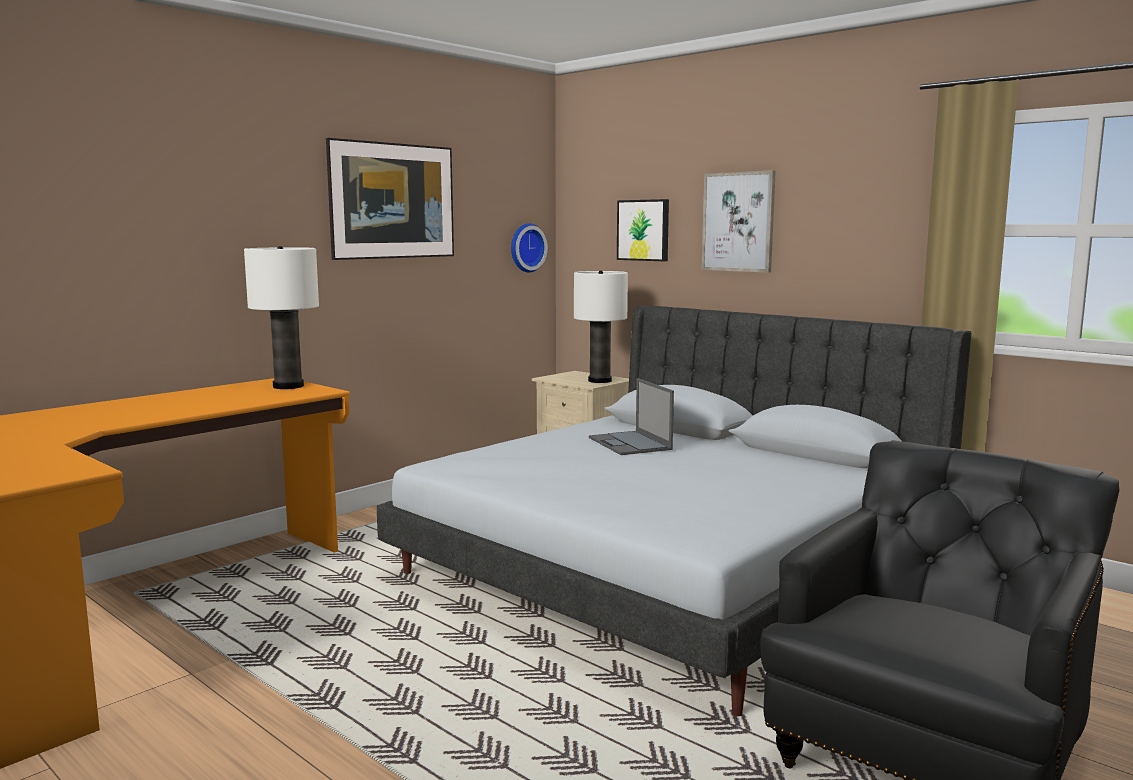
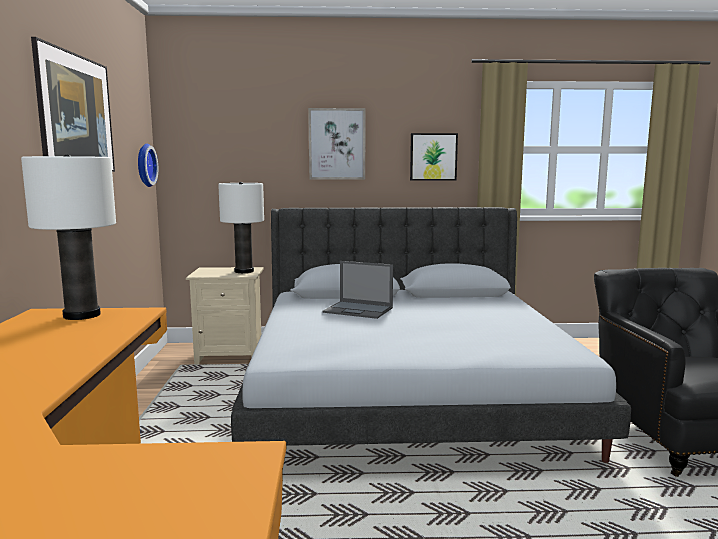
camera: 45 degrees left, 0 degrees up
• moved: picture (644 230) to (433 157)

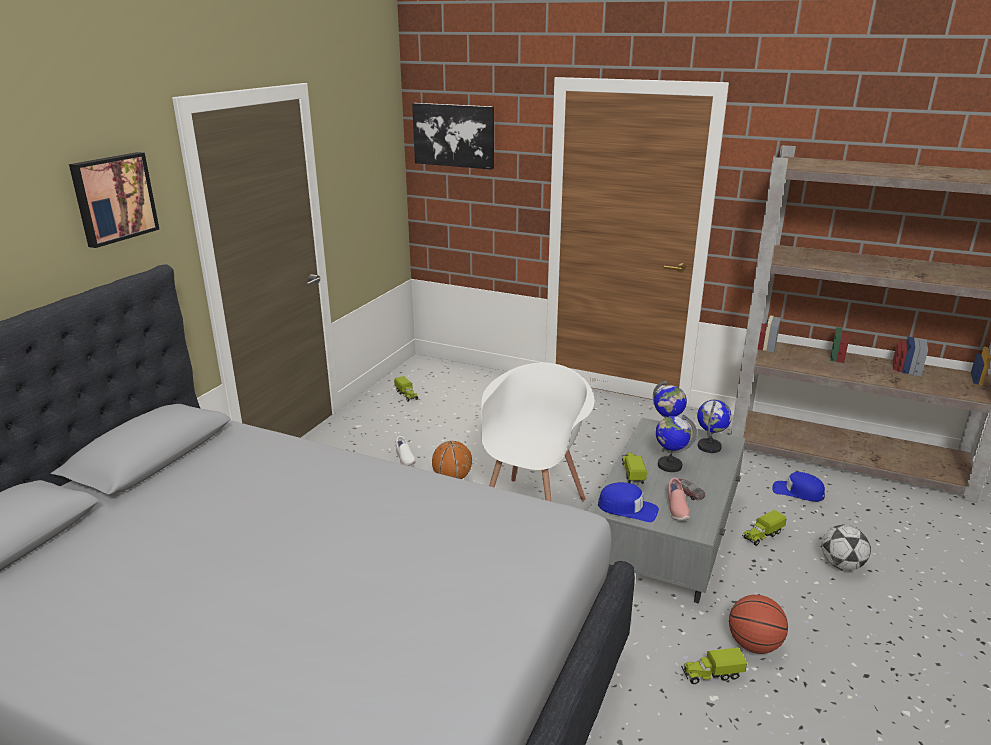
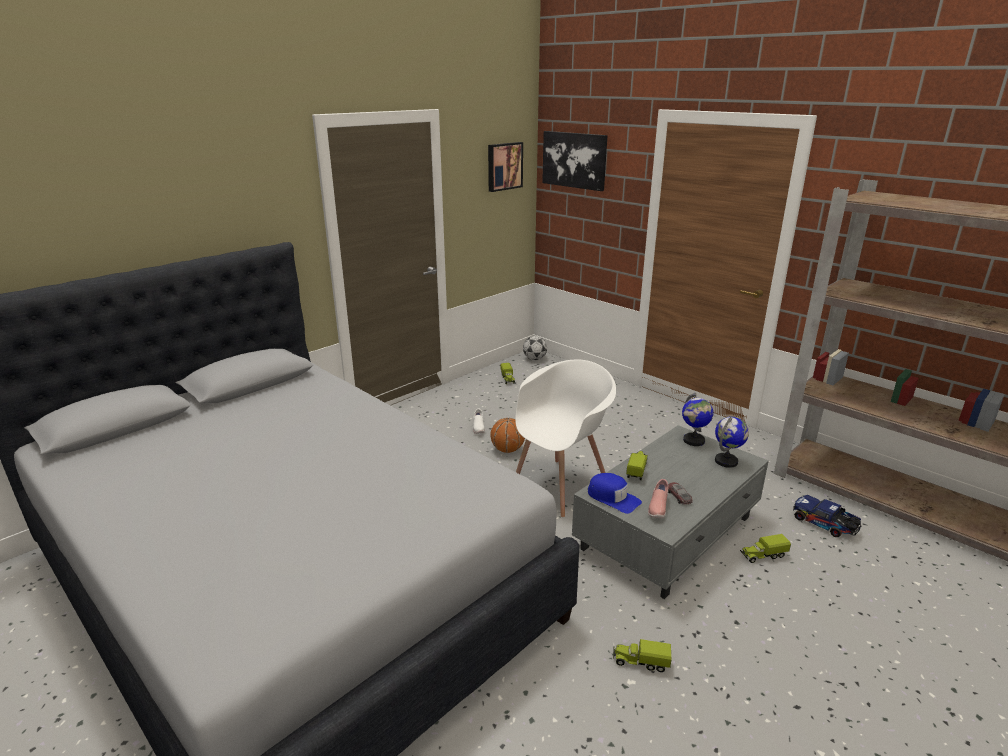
camera: 20 degrees right, 0 degrees up
• moved: picture (113 198) to (504 166)
• moved: football (841 565) to (534 359)
• replaced: cap/blue (797 492) to toy truck (825 524)
• removed: globe (669 465)
• removed: basketball (754 644)

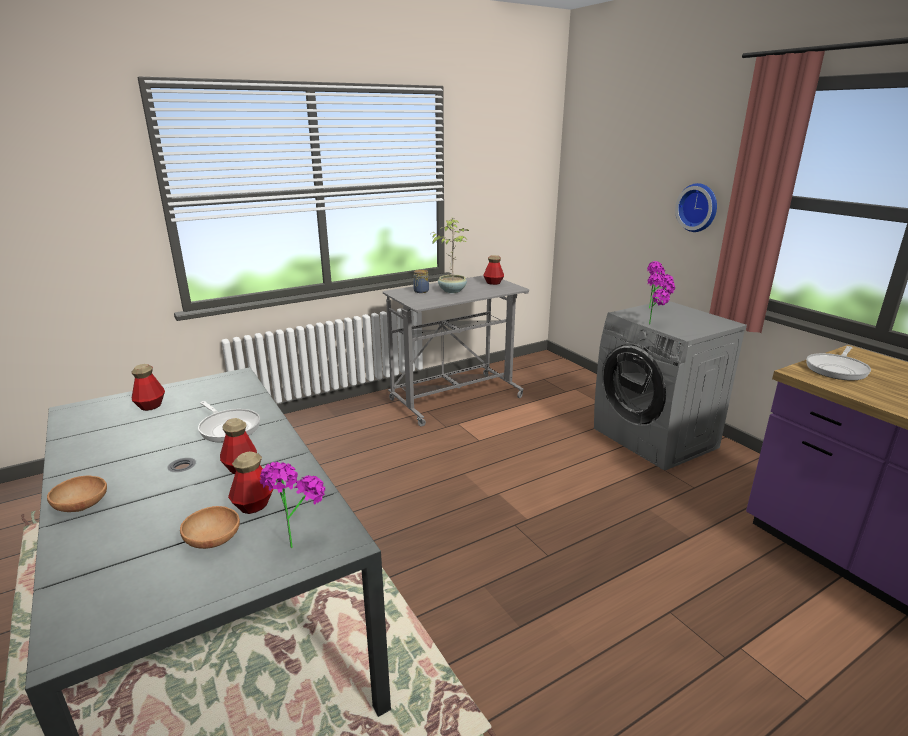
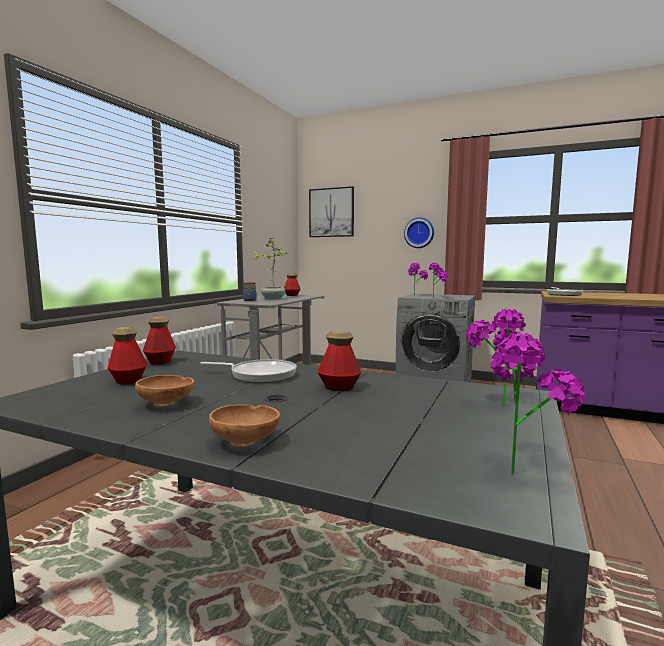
camera: 35 degrees left, 15 degrees down
• moved: bowl/brown (214 542) to (167 404)
• moved: bottle (254 505) to (160 362)
• added: picture (331 212)
• added: potted plant (521 468)

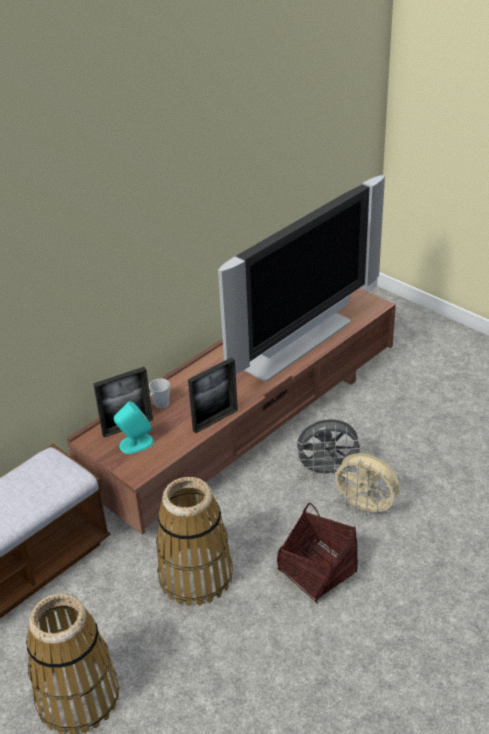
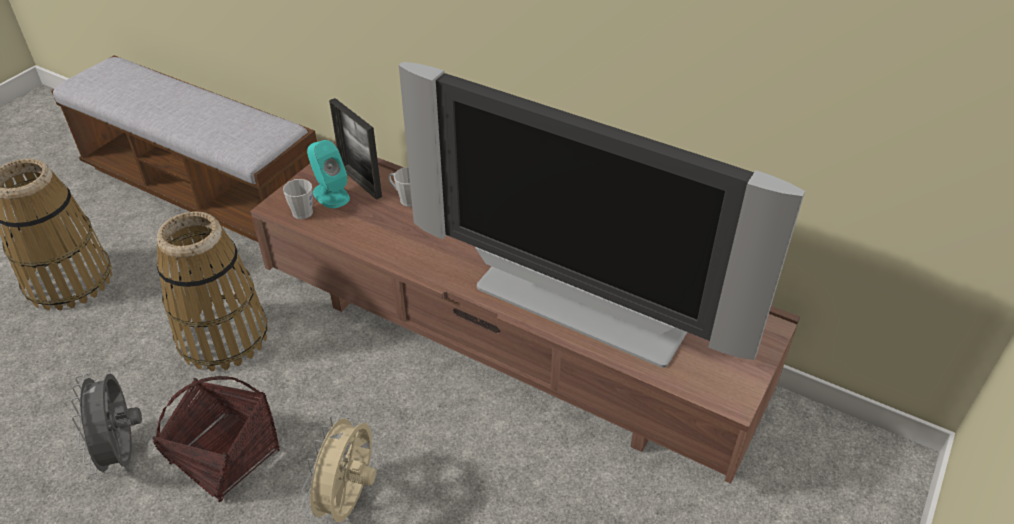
camera: 75 degrees right, 5 degrees up
• moved: fan/grey (328 471) to (123 453)
• added: mug/grey (302 210)
• removed: picture frame (215 420)

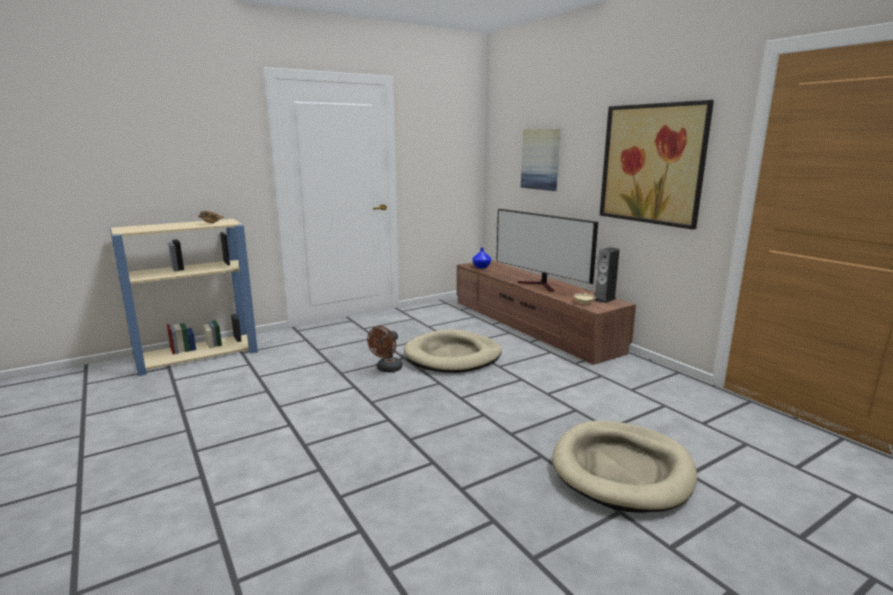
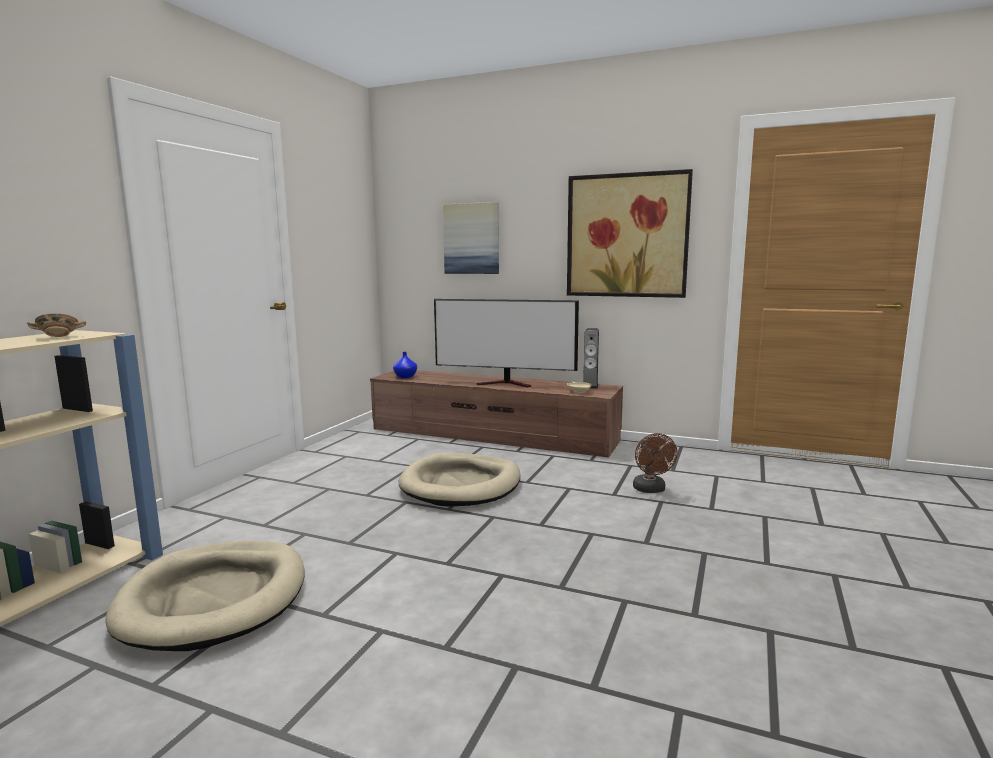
camera: 35 degrees left, 5 degrees down
• moved: dog bed/beige (622 469) to (215 599)
• moved: fan/brown (387 369) to (651 490)

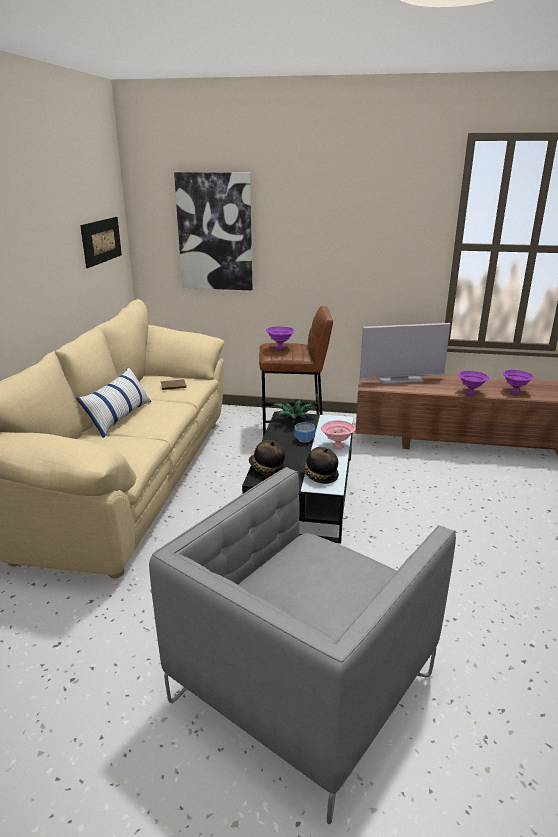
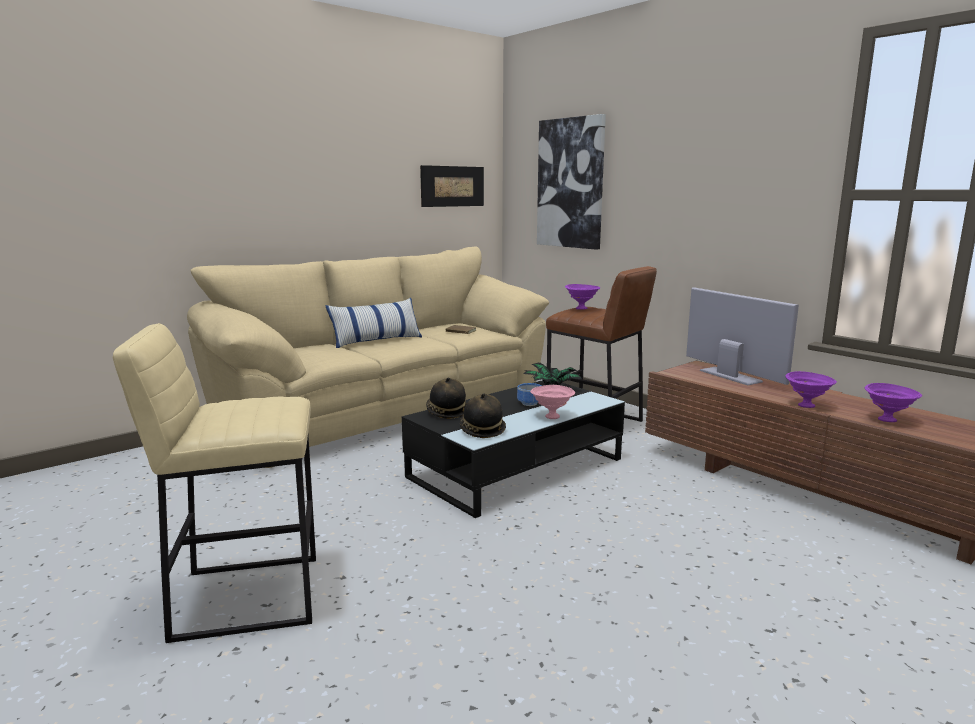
camera: 40 degrees right, 10 degrees down
• replaced: armchair/grey (303 687) to stool/beige (245 597)
• turned: television (400 379) = (730 376) 150 degrees counterclockwise

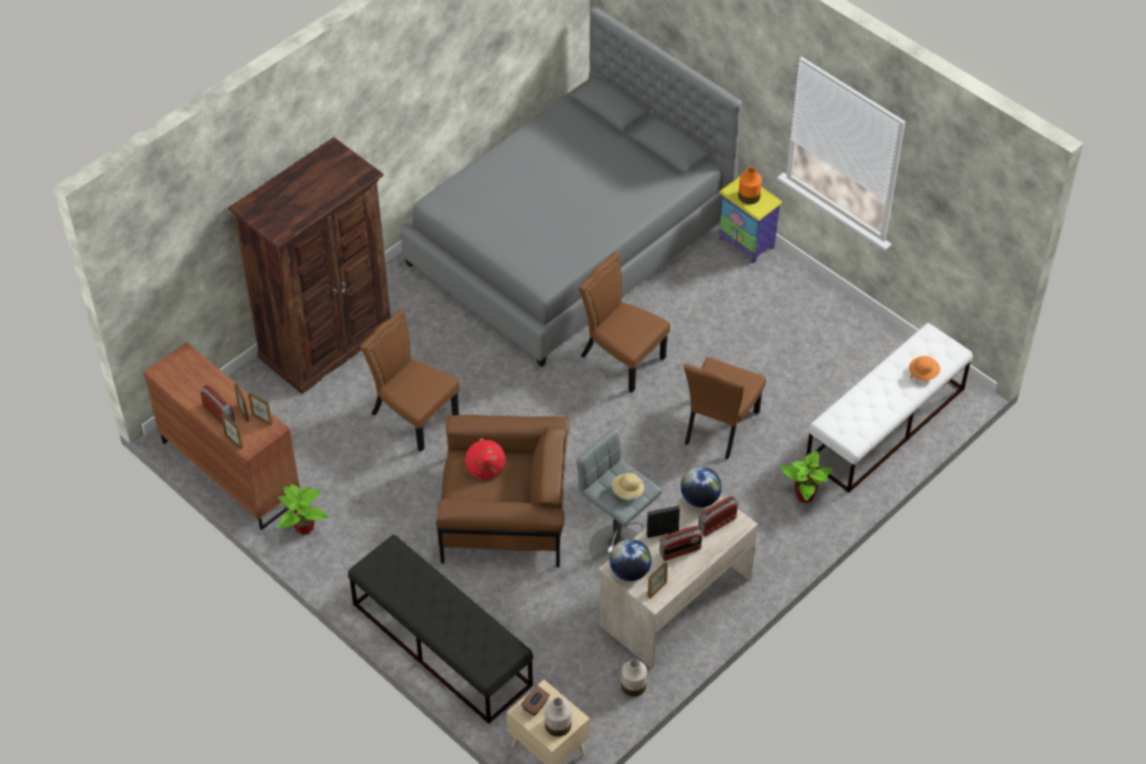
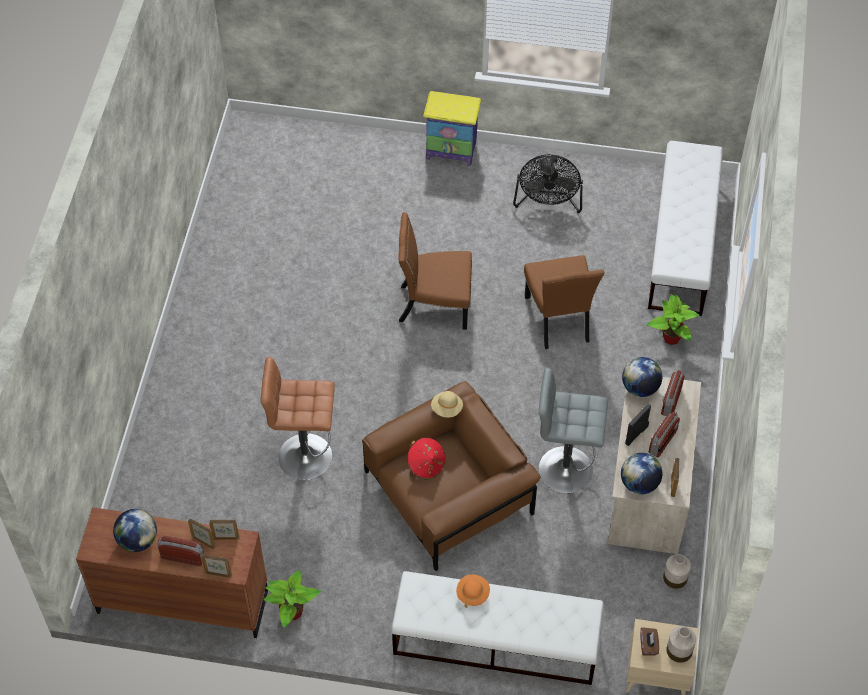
camera: 35 degrees left, 5 degrees up
• added: globe (138 540)
• replaced: chair/brown (414 417) to stool/brown (304 456)
• recoloured: bench/black (441 644) to bench/white (495 641)
• moved: hat/beige (627 491) to (447 409)
• moved: hat/orange (923 373) to (472 593)
• added: fan/black (545 199)
• removed: wardrobe/brown (327 342)
• removed: bed/grey (571 241)
• removed: vase/orange (748 196)

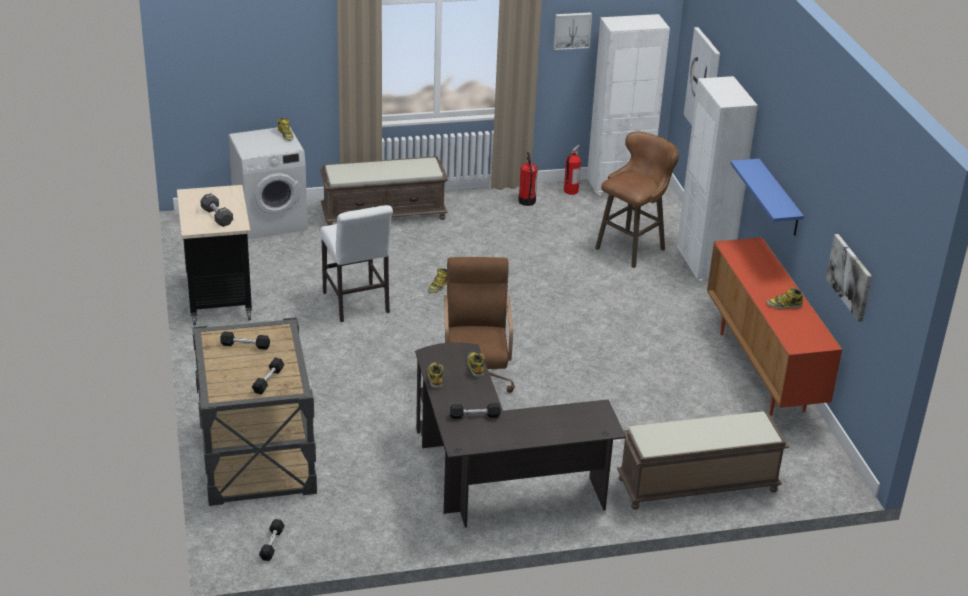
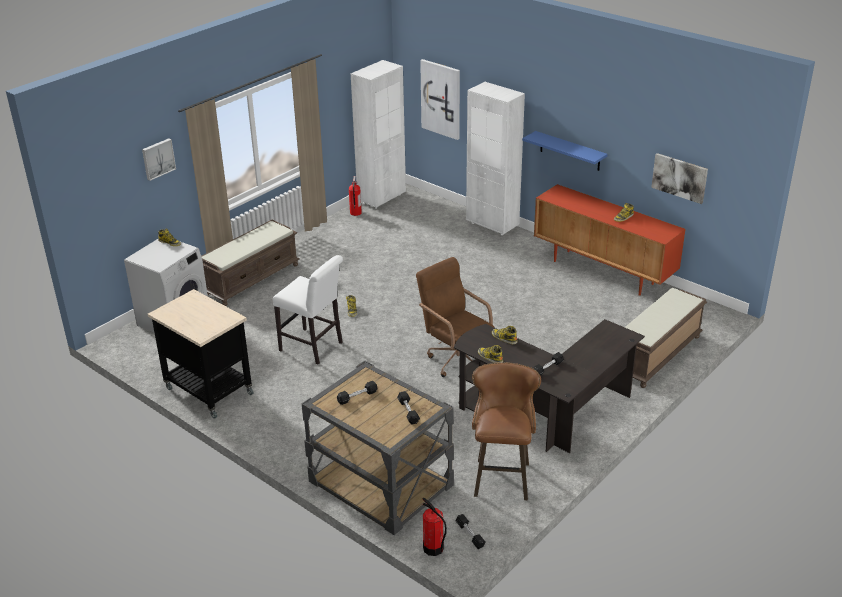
camera: 35 degrees left, 0 degrees up
• moved: picture (572 30) to (158 158)
• moved: fire extinguisher (526 201) to (433 548)
• moved: stool/brown (632 248) to (502 477)
• removed: dumbbell/black (217 217)

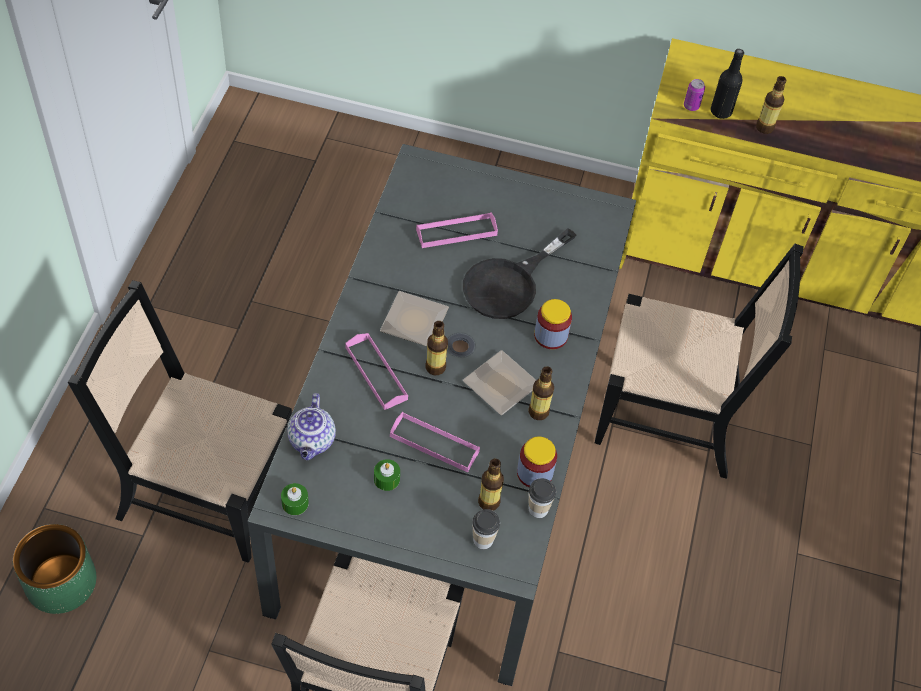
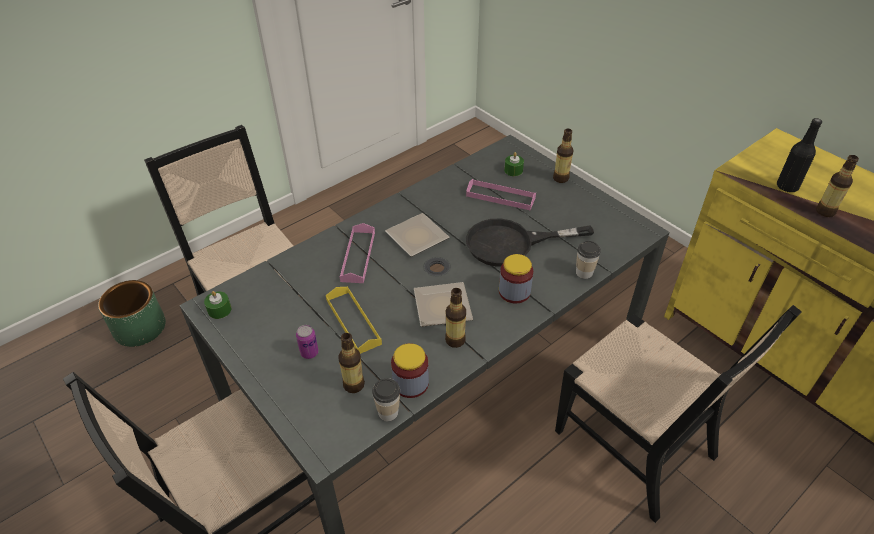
camera: 40 degrees right, 10 degrees down
• moved: can (691 106) to (309 352)
• recoloured: tray/pink (434 444) to tray/yellow (353 321)
• moved: candle/green (386 479) to (513 170)
• moved: bottle (435 367) to (560 178)
• moved: cup (483 540) to (584 272)
• removed: teapot (312 441)

